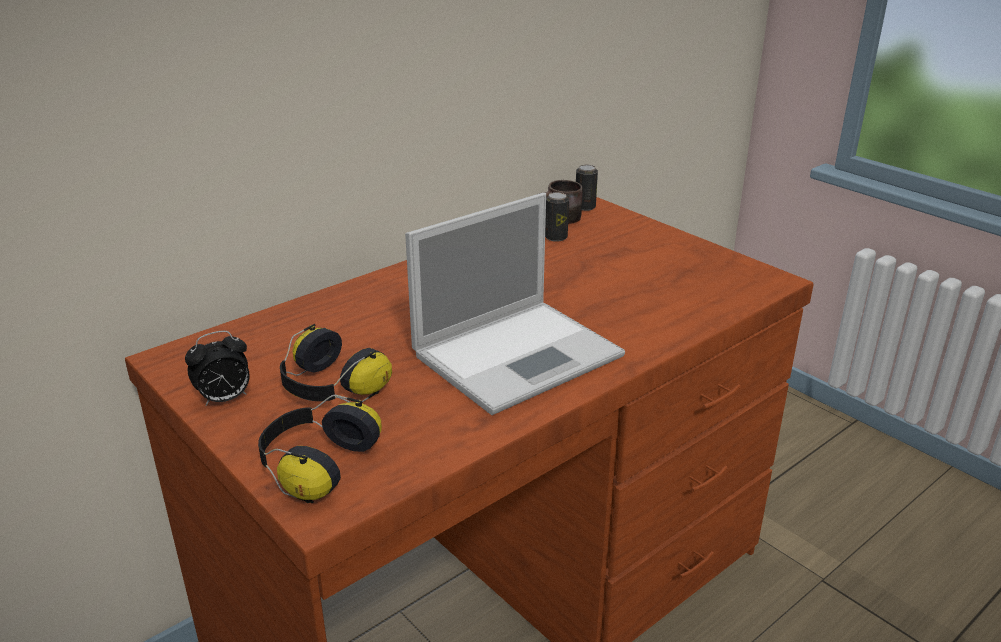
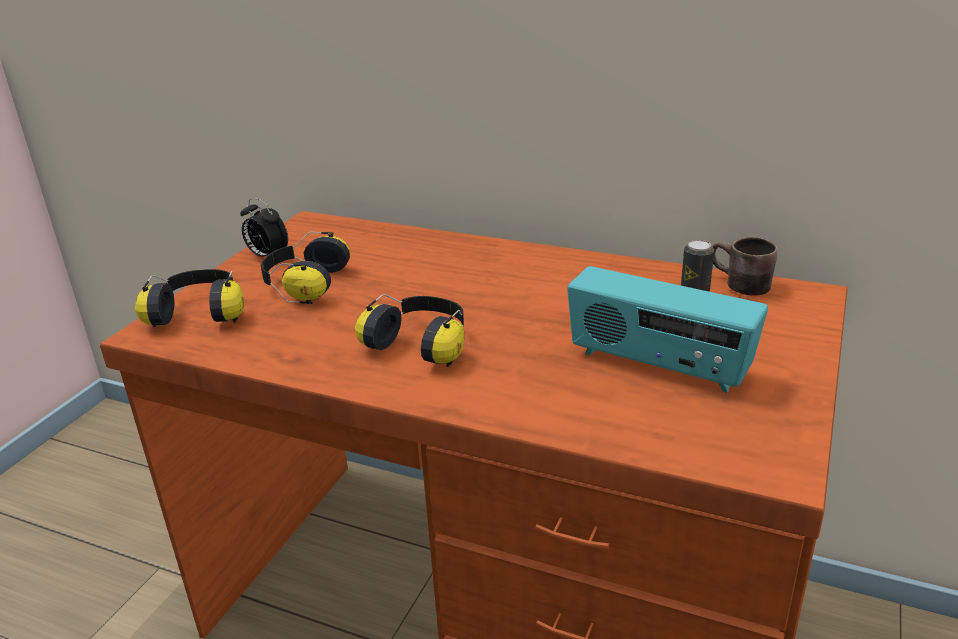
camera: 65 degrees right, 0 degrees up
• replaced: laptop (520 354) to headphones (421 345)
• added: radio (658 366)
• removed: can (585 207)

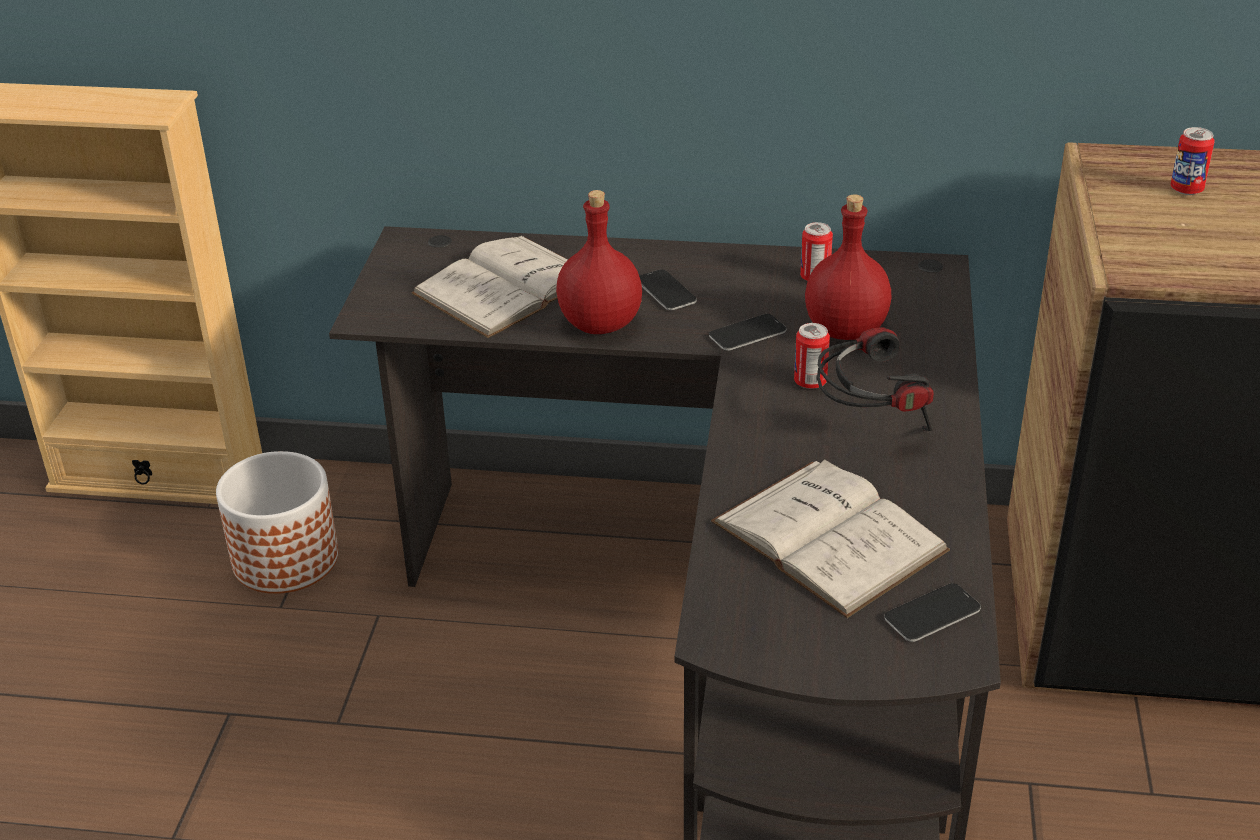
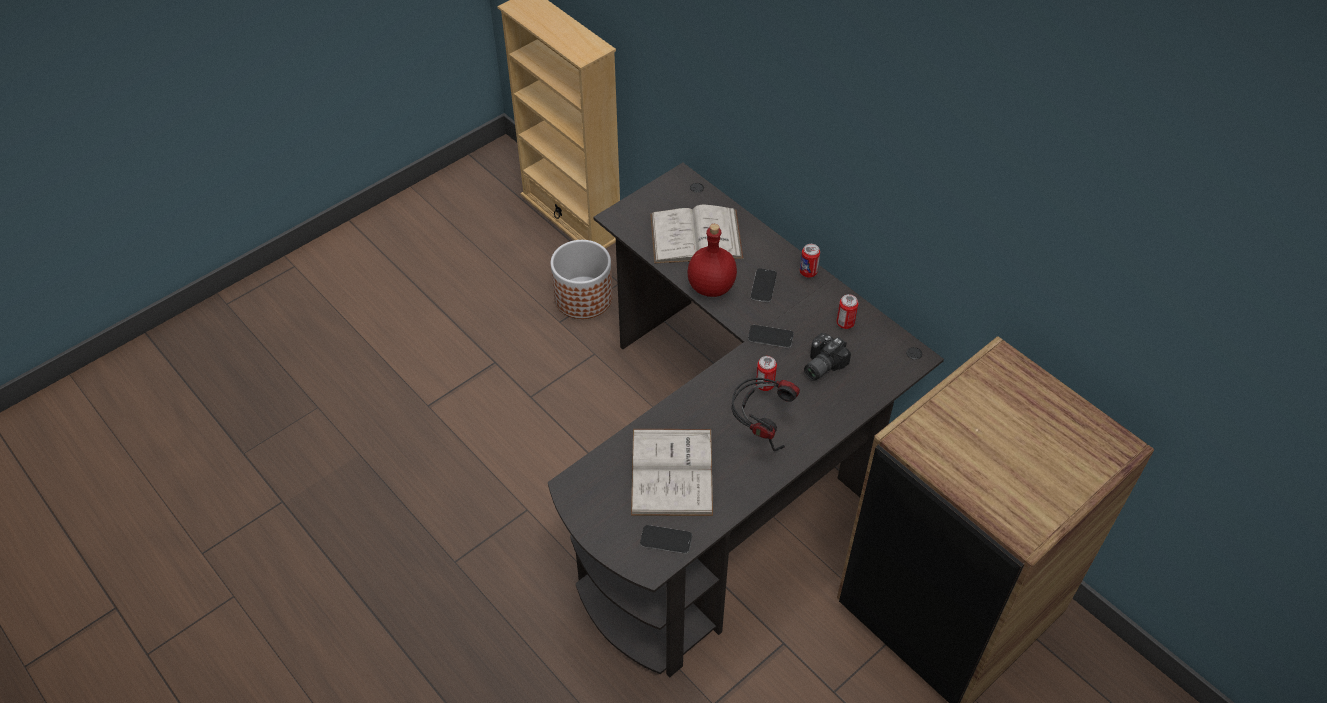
camera: 40 degrees right, 15 degrees up
• moved: can (1186 189) to (808 272)
• replaced: bottle/red (846 329) to photo camera (820 365)

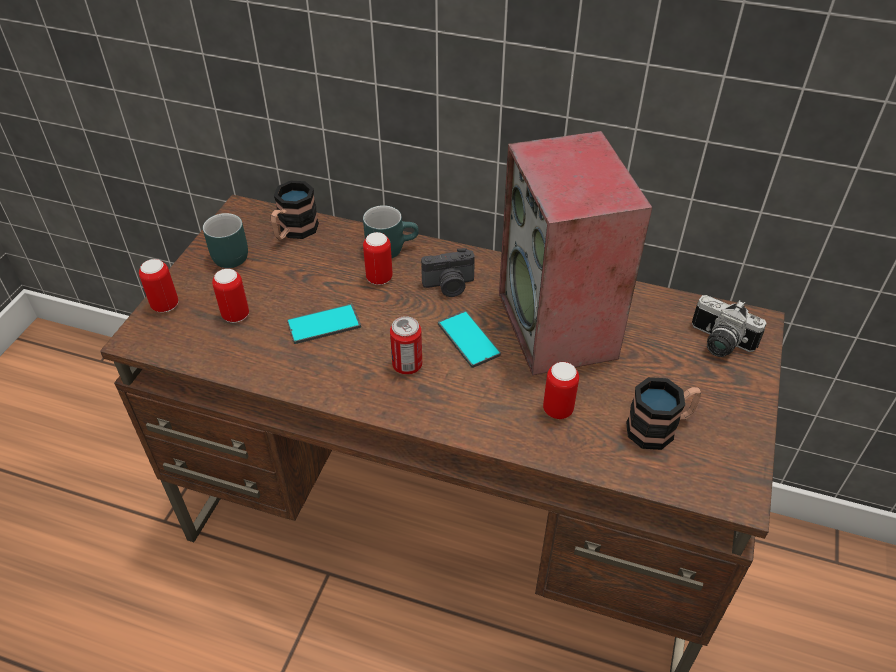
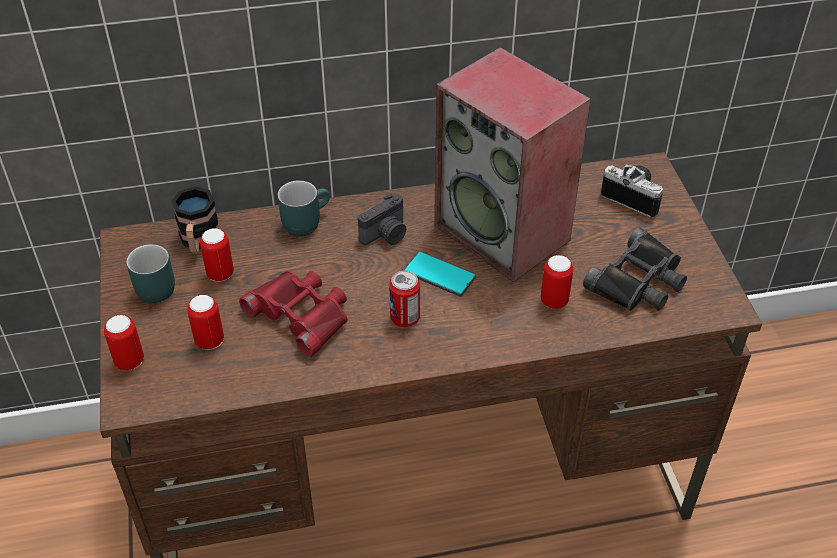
camera: 30 degrees left, 0 degrees up
• moved: can (379 278) to (220 274)
• replaced: phone (324 324) to binoculars/red (301 314)
• replaced: mug (659 428) to binoculars/black (638 281)
• turned: photo camera (718 343) = (634 196) 150 degrees counterclockwise

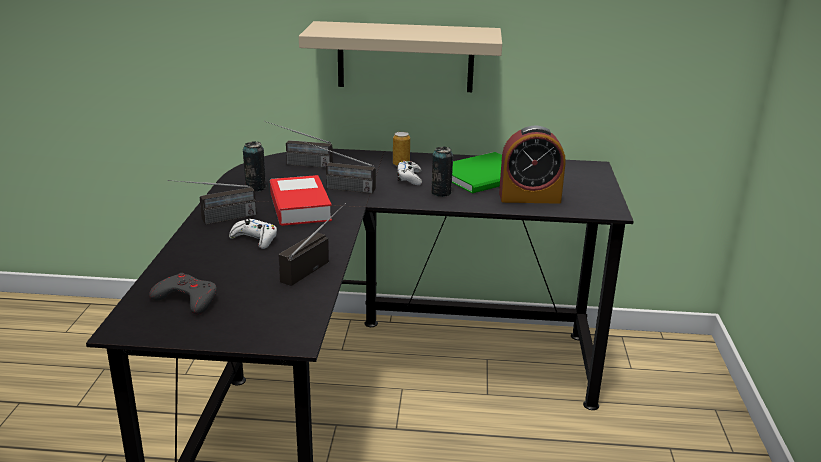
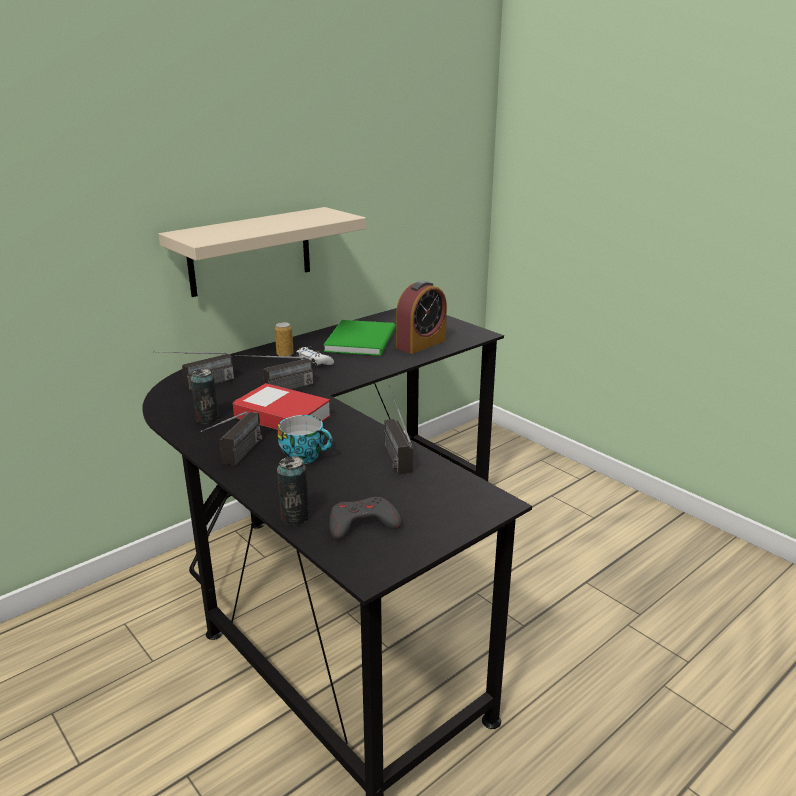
camera: 45 degrees left, 0 degrees up
• moved: can (441 193) to (295 517)
• replaced: game controller/white (255 239) to cup (305 456)

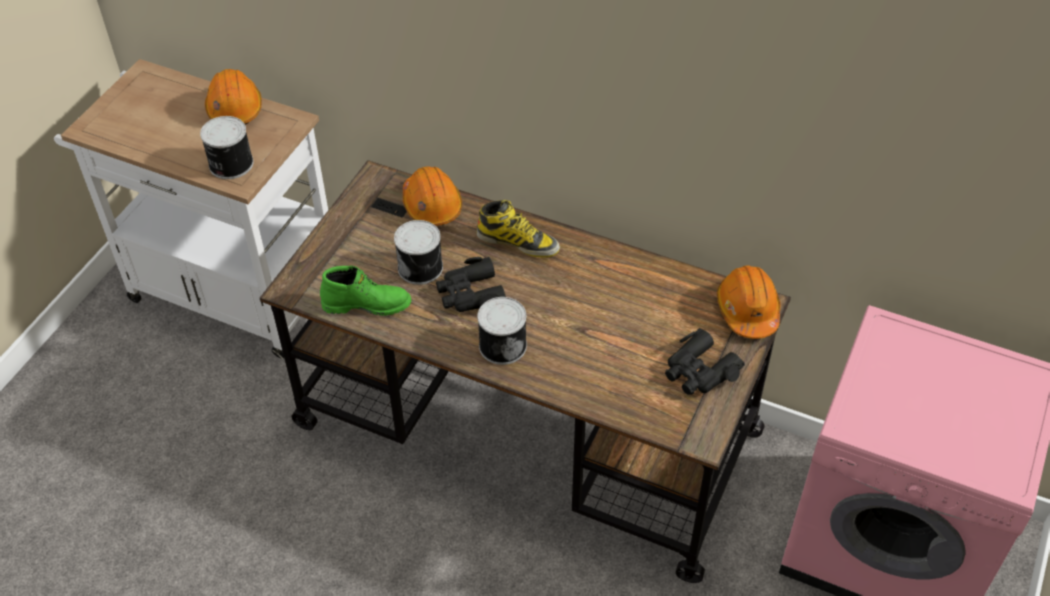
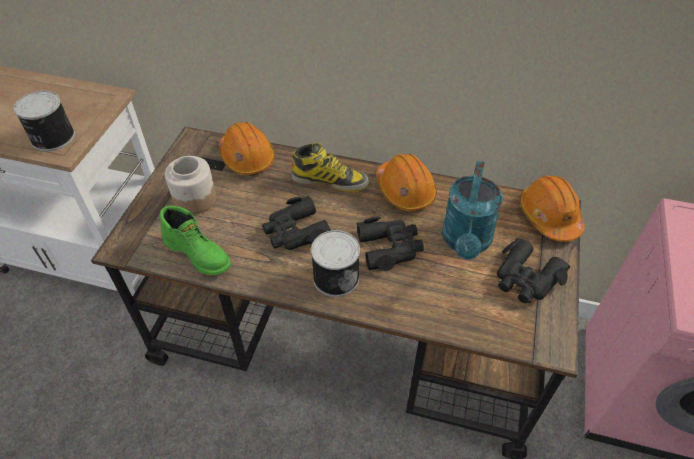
camera: 10 degrees left, 0 degrees up
• turned: boot/green (367 304) = (198 253) 45 degrees clockwise
• added: jar (194 199)
• added: binoculars/black (389 247)
• moved: hard hat/orange (235 108) to (405 190)
• added: watering can/turquoise (466 242)
• removed: can (421 267)

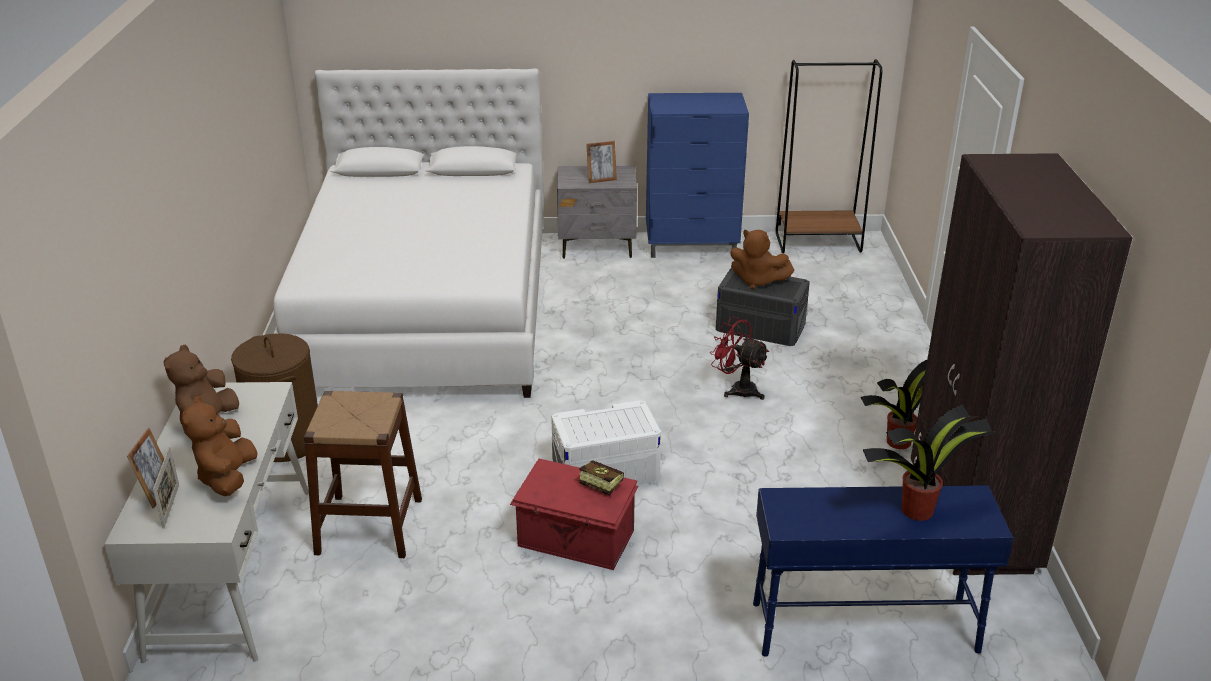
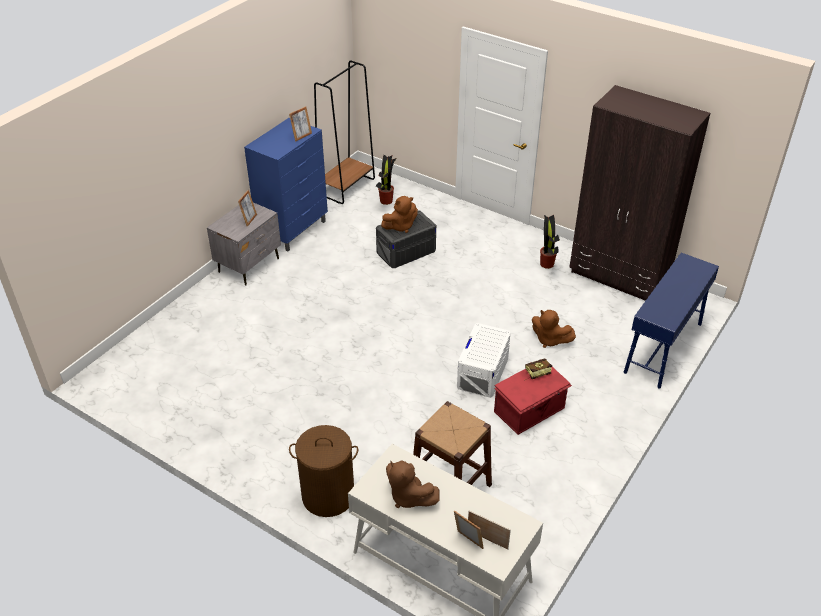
camera: 55 degrees left, 10 degrees up
• added: picture frame (301 136)
• moved: potted plant (919 510) to (386 200)
• moved: plush toy/brown (227 478) to (549 340)
• removed: bed/white (426 308)
• removed: fan/red (737 389)

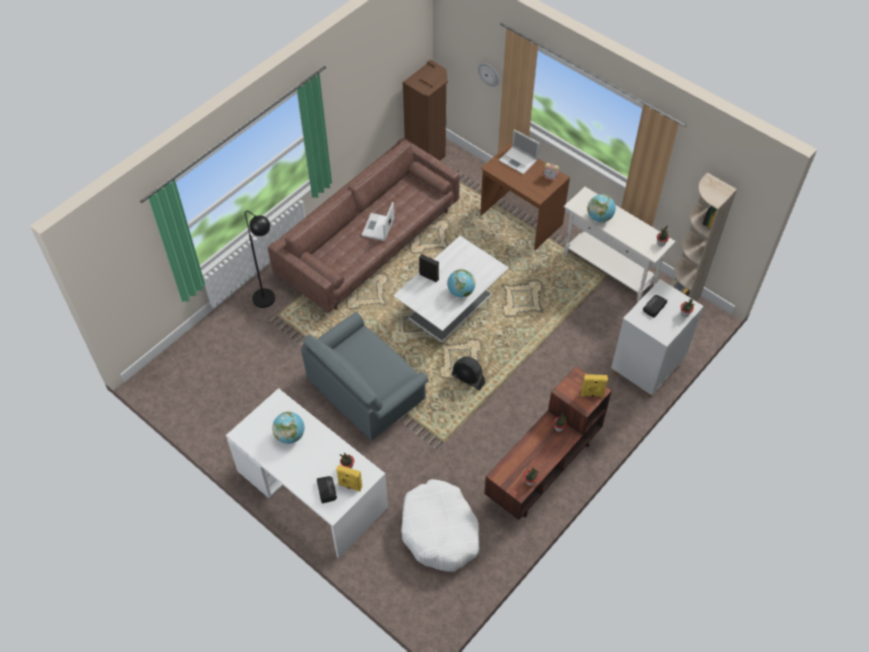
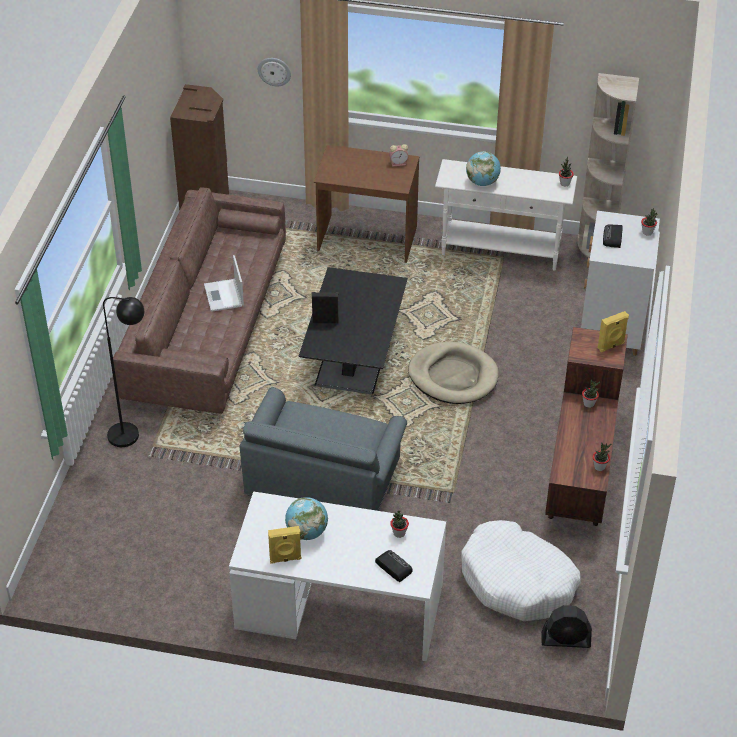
camera: 30 degrees left, 10 degrees down
• moved: speaker/yellow (350 486) to (285 559)
• recoloured: coffee table/white (451 305) to coffee table/black (354 353)
• added: dog bed/beige (453 376)
• moved: fan/black (468 379) to (566 640)
• removed: globe (460 292)
• removed: laptop (518 160)

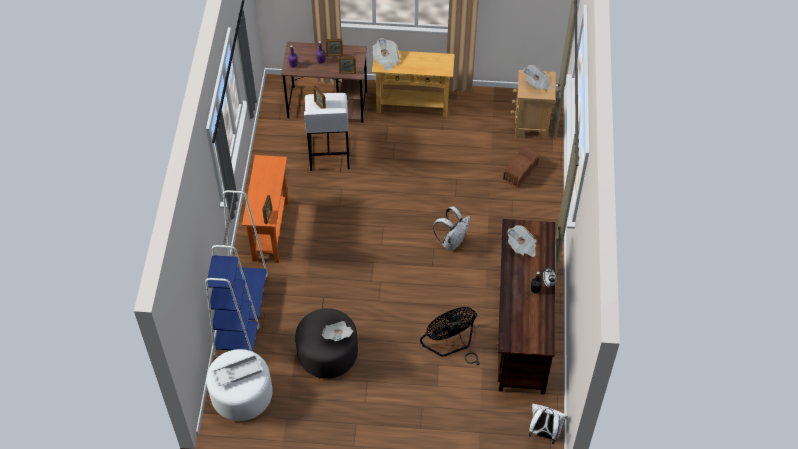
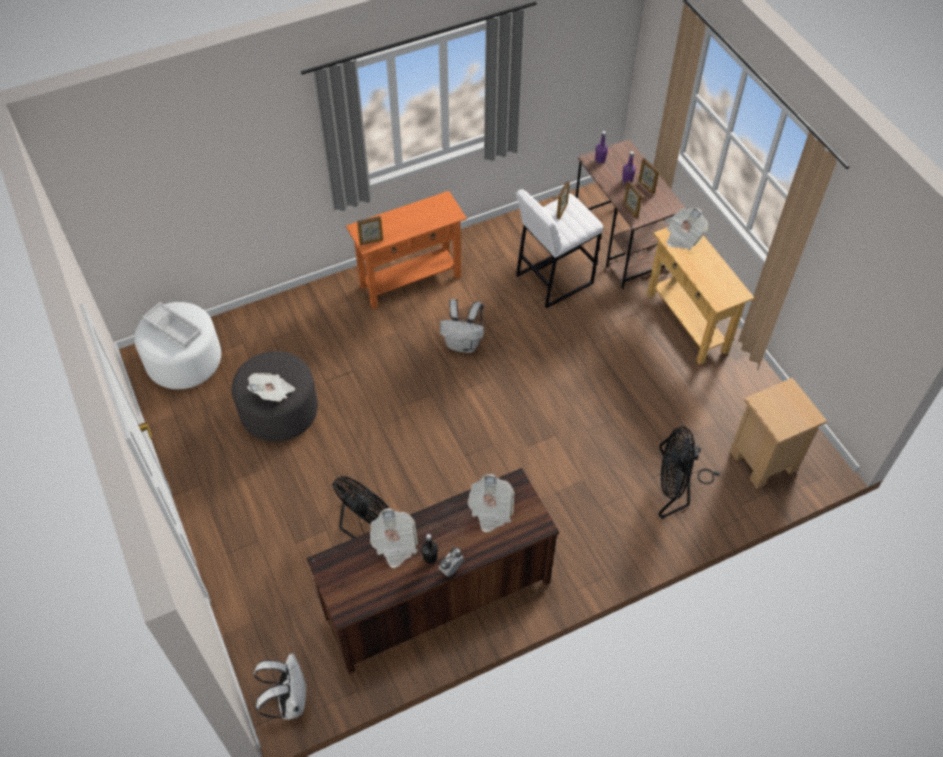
camera: 60 degrees right, 0 degrees up
• moved: newspaper (536 83) to (394 544)
• moved: backpack/white (452 241) to (463 344)
• replaced: storage box/brown (521 172) to fan/black (677 484)
• removed: clothes rack/blue (242 317)

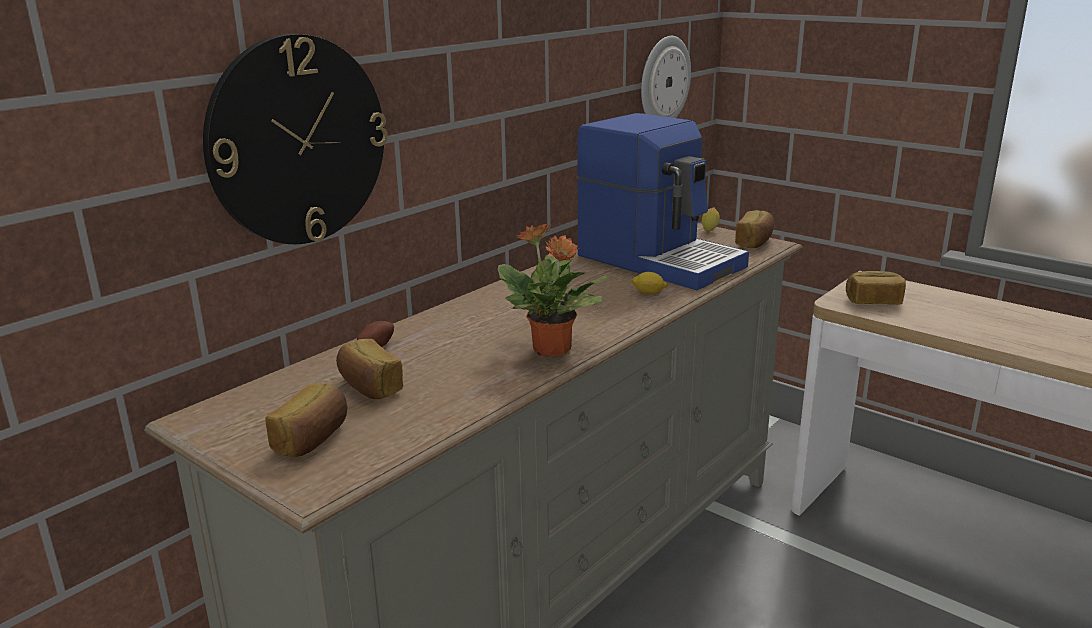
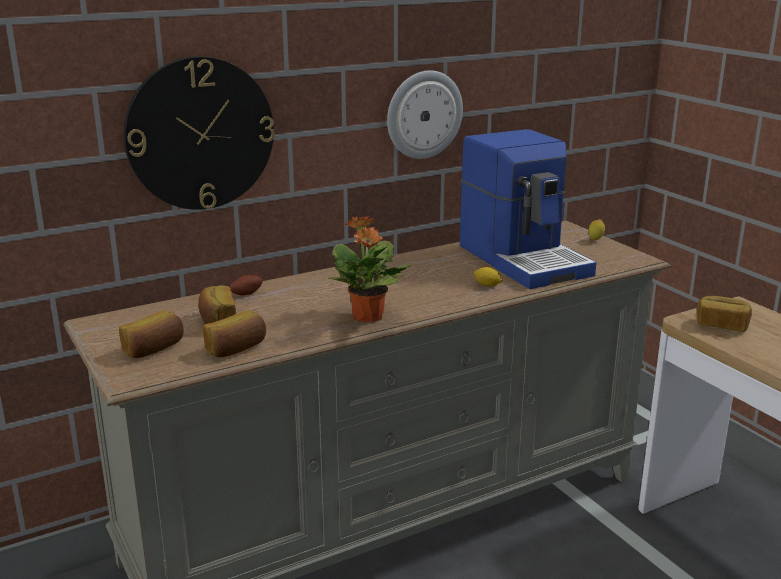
camera: 20 degrees right, 0 degrees up
• moved: bread (755 242) to (236 349)
• moved: wall clock (663 81) to (423 114)

